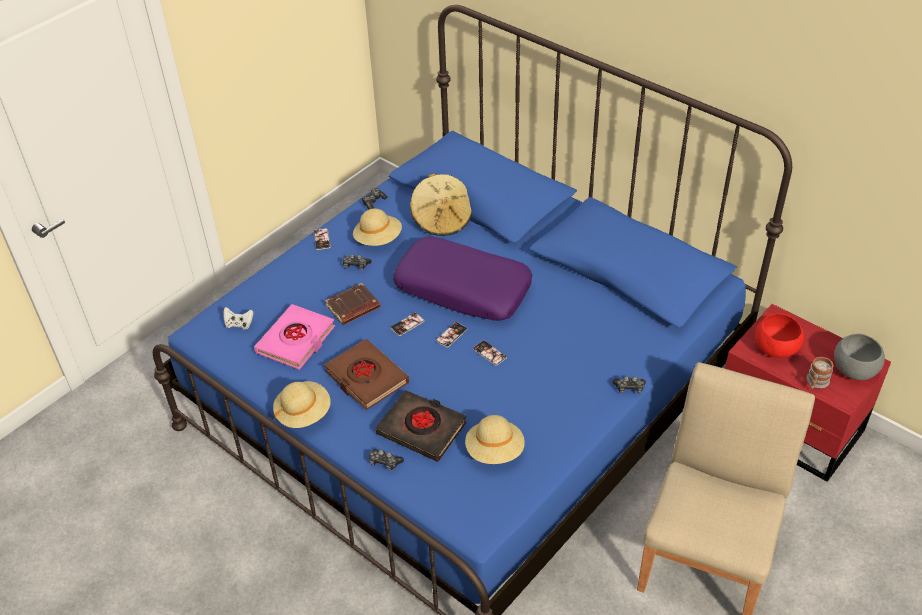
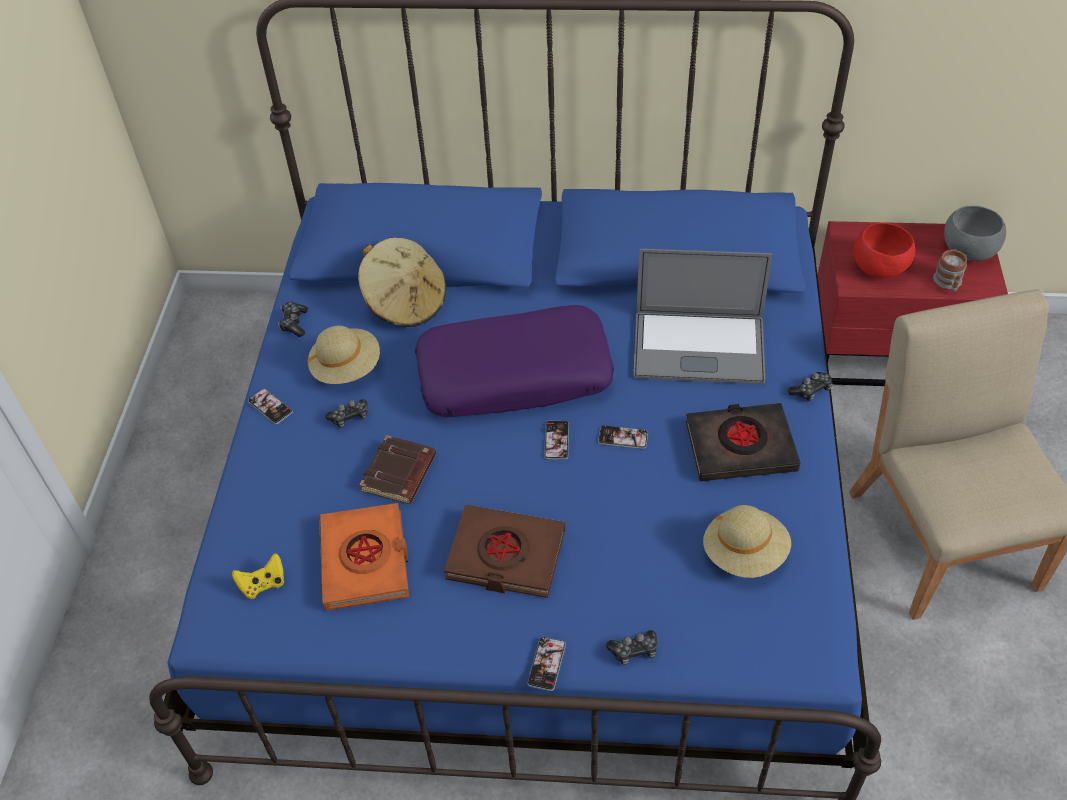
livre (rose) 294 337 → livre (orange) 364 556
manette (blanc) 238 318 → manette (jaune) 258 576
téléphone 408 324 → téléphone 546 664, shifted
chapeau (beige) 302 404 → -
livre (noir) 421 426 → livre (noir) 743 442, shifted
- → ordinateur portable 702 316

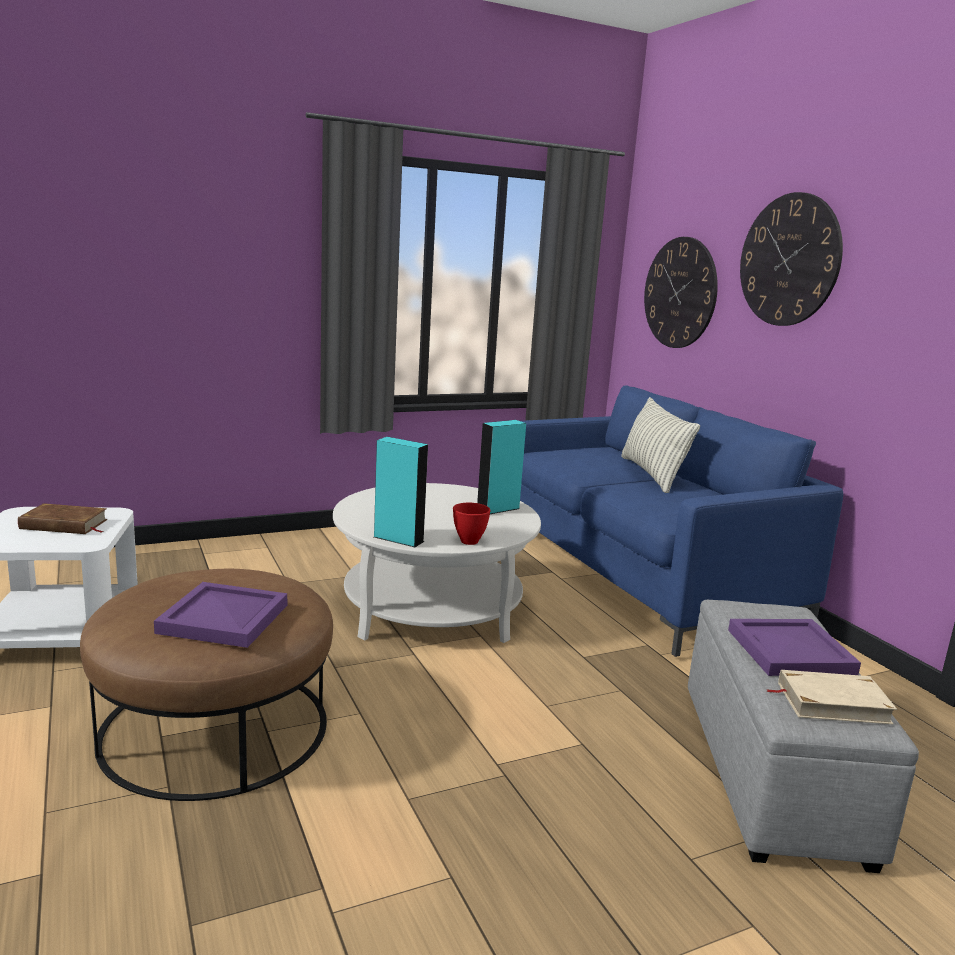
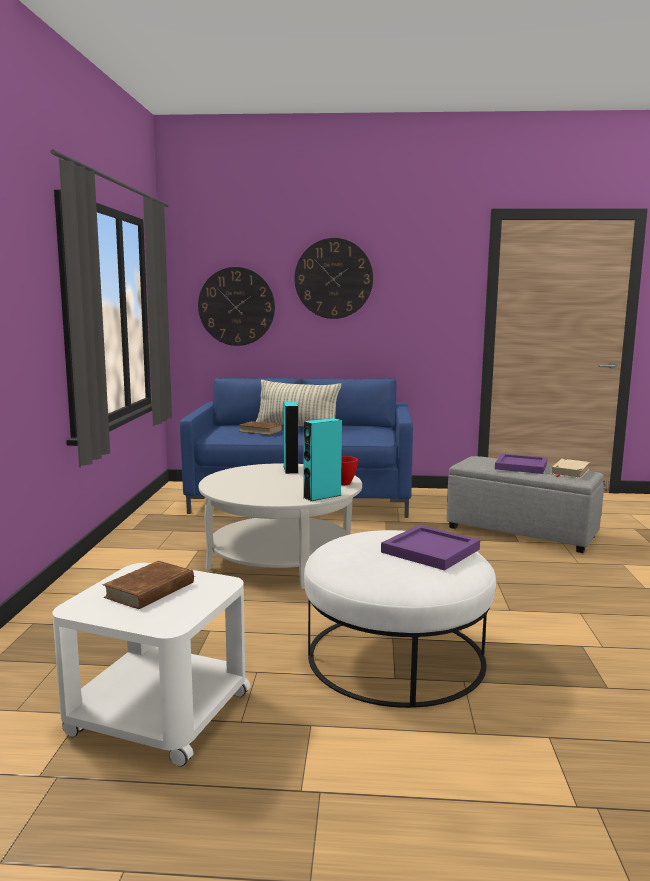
pouf (marron) 206 685 → pouf (blanc) 400 619
- → livre (marron) 260 428

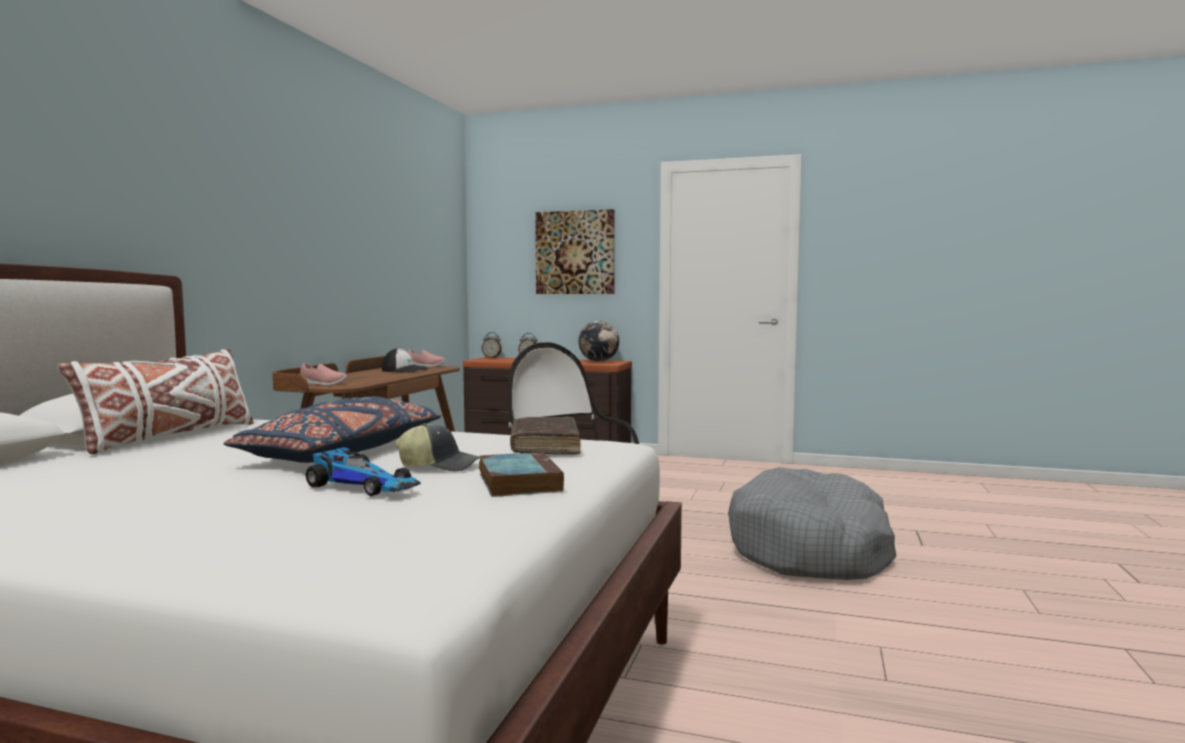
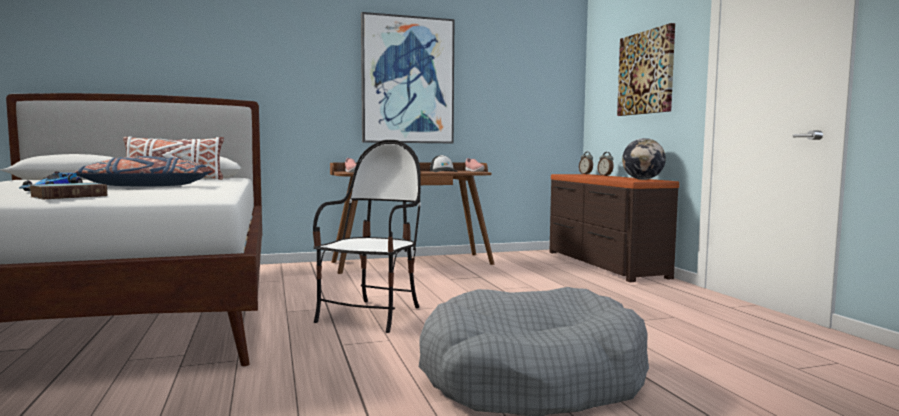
livre (marron) 545 435 → -
casquette 438 447 → -
- → tableau 407 77

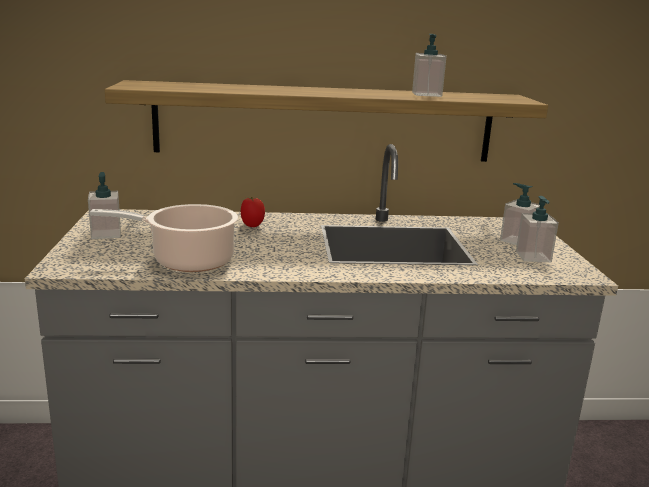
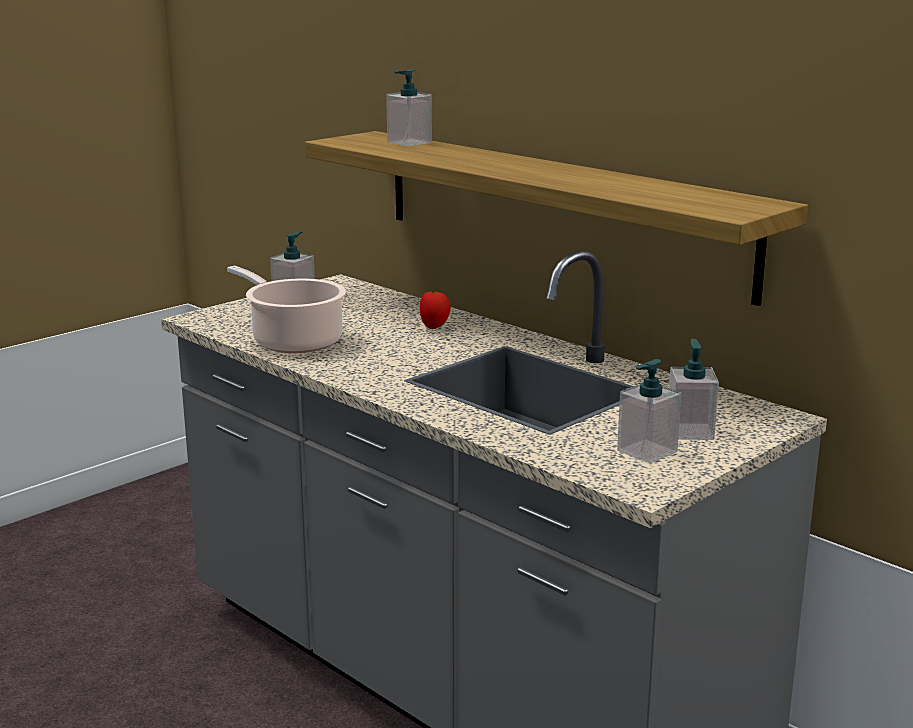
distributeur de savon 429 65 → distributeur de savon 409 107, shifted

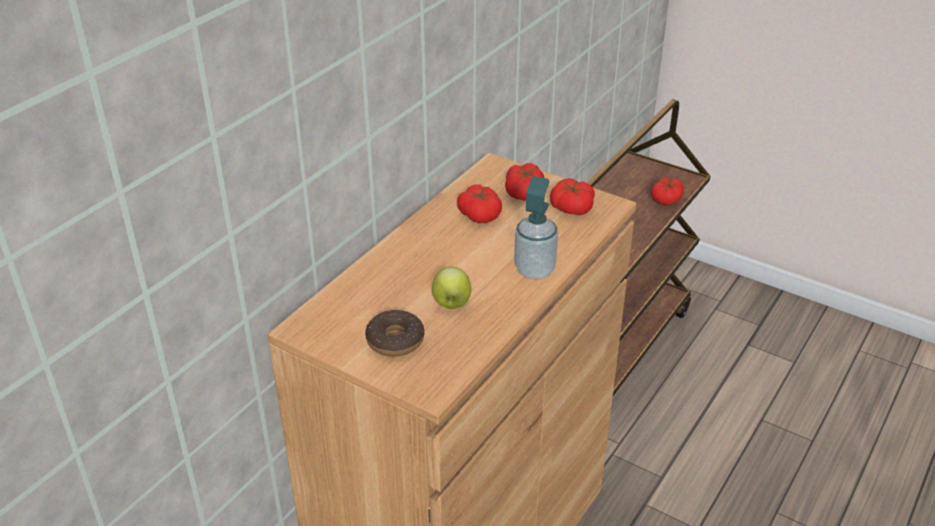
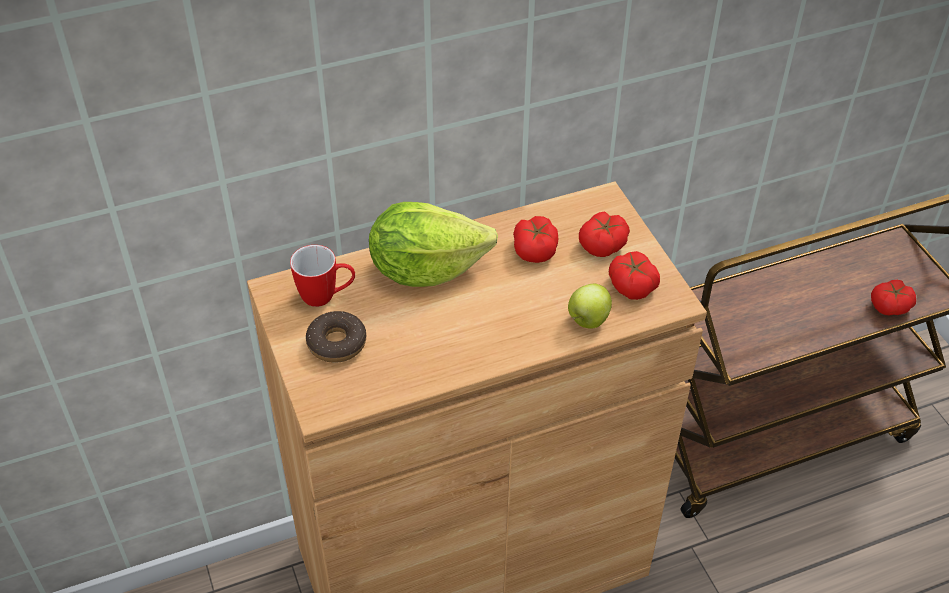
distributeur de savon 536 227 → -
pomme 451 288 → pomme 590 306, shifted
- → laitue 433 244
- → mug 322 276

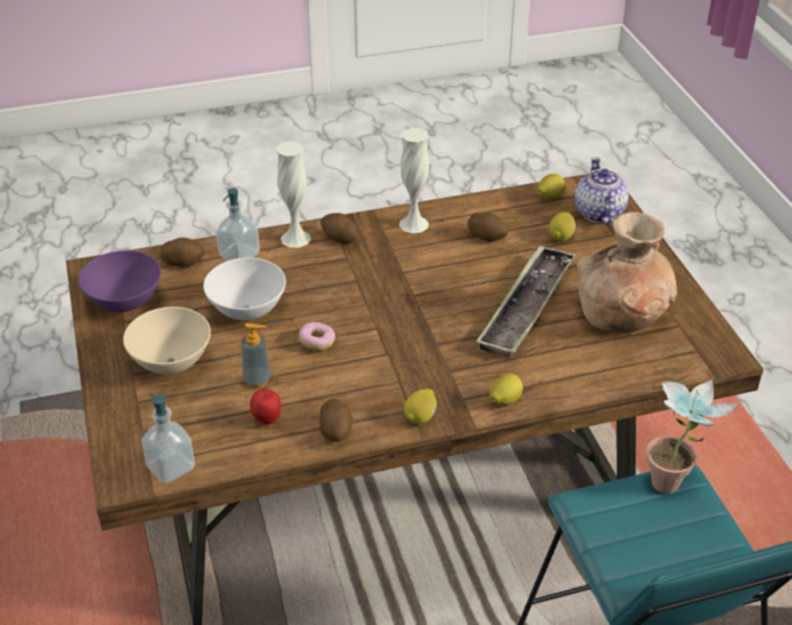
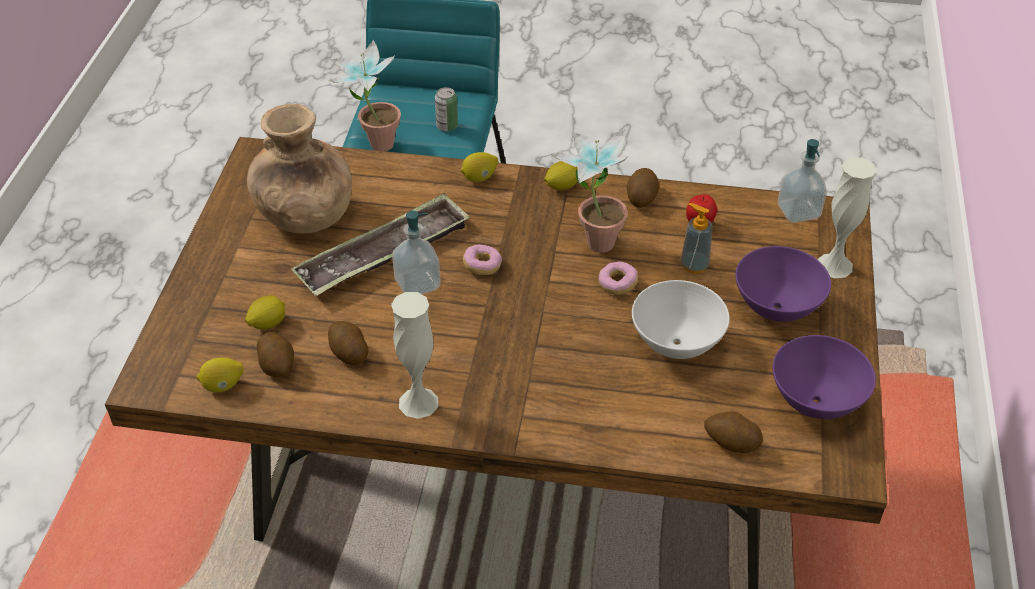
vase (blanc) 293 194 → vase (blanc) 847 217, shifted
théière 602 191 → -
distributeur de savon 238 224 → distributeur de savon 416 253, shifted
pomme de terre 339 228 → pomme de terre 275 354, shifted
bol (beige) 167 340 → bol (violet) 783 284
- → boîte métallique 446 109
- → plante en pot 589 191
- → beignet 482 260

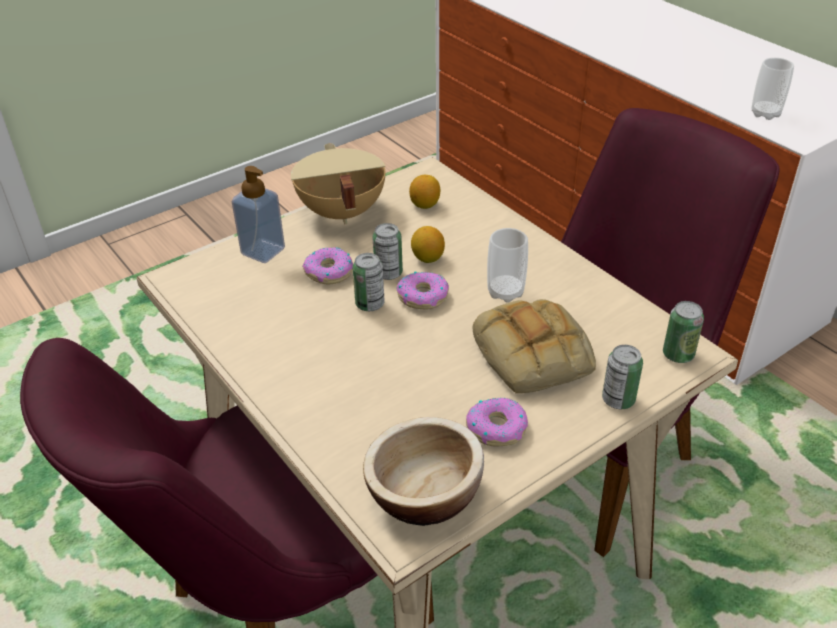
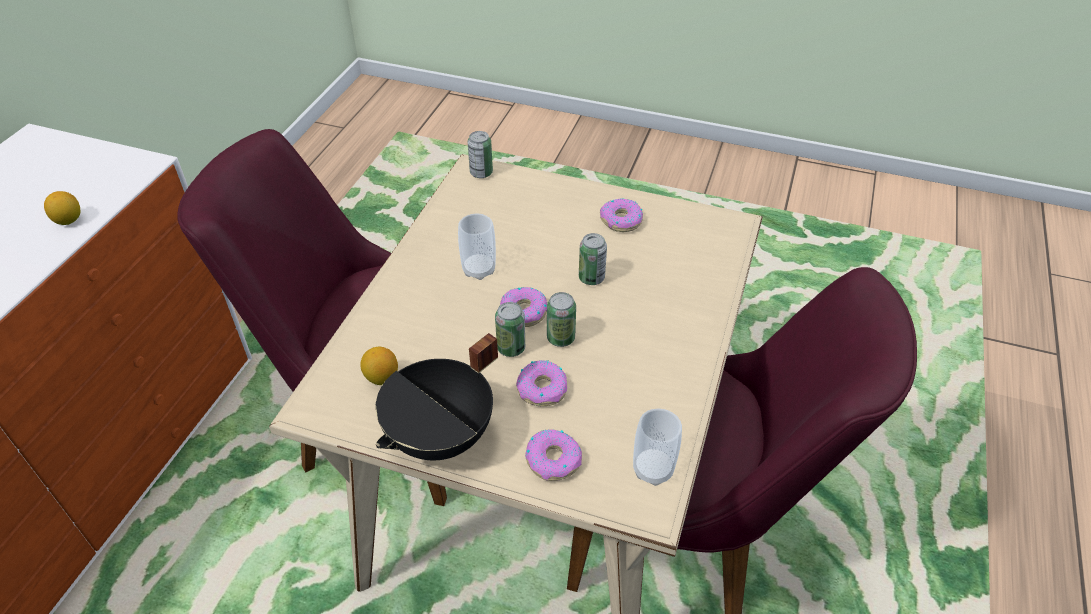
tasse 772 89 → tasse 657 447, shifted
marmite (beige) 338 183 → marmite (noir) 436 396
distributeur de savon 258 214 → beignet 553 455
citron 428 244 → citron 62 208, shifted
pain 534 346 → -
boîte métallique 622 377 → boîte métallique 593 259, shifted
bol 423 471 → -

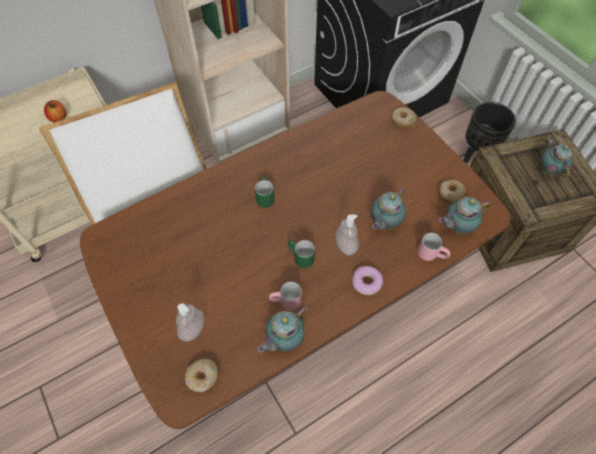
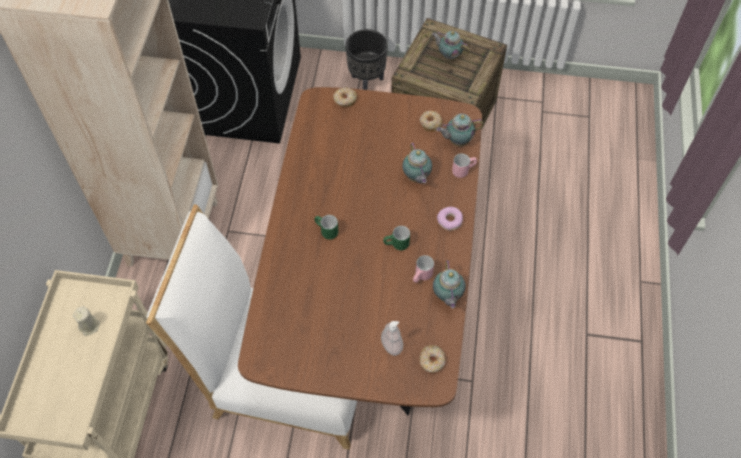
pomme 55 111 → bougie (beige) 86 321
théière 465 216 → théière 460 130, 60 degrees clockwise
distributeur de savon 347 235 → -

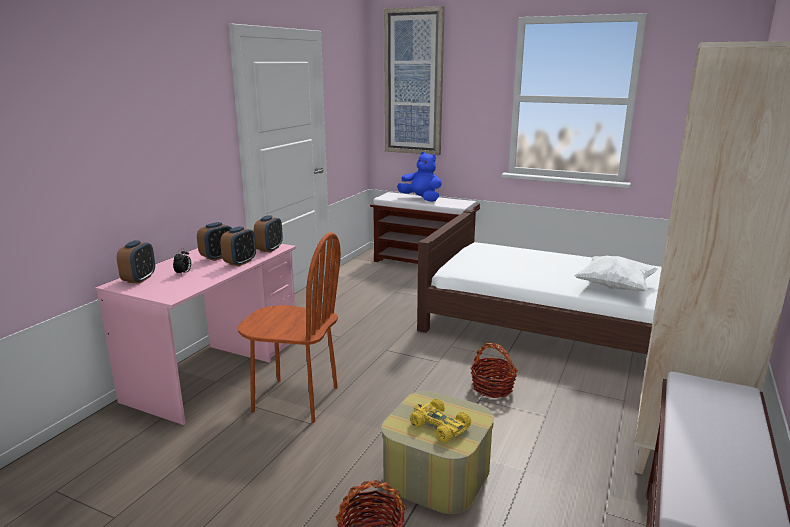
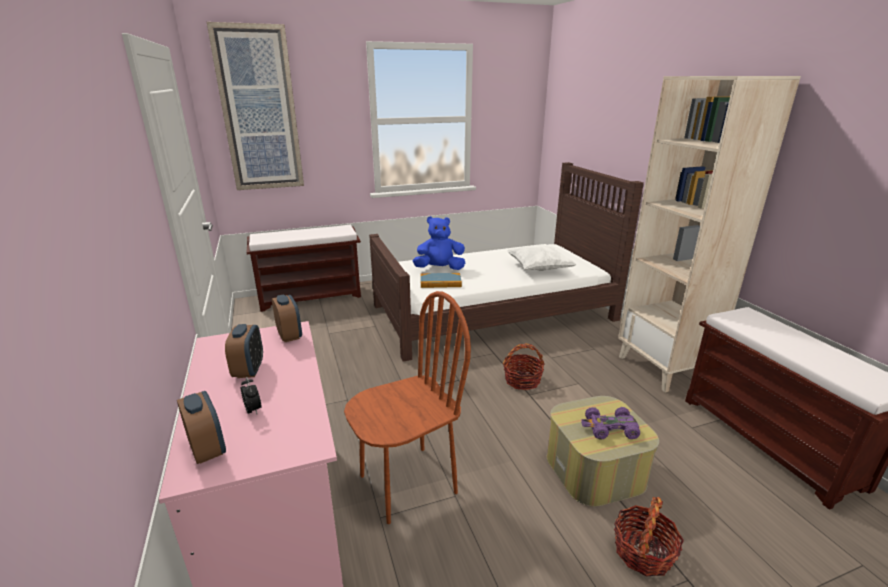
peluche (bleu) 419 177 → peluche (bleu) 439 243, shifted
réveil 238 246 → -
petite voiture (jaune) 440 420 → petite voiture (violet) 610 423
- → livre 441 280

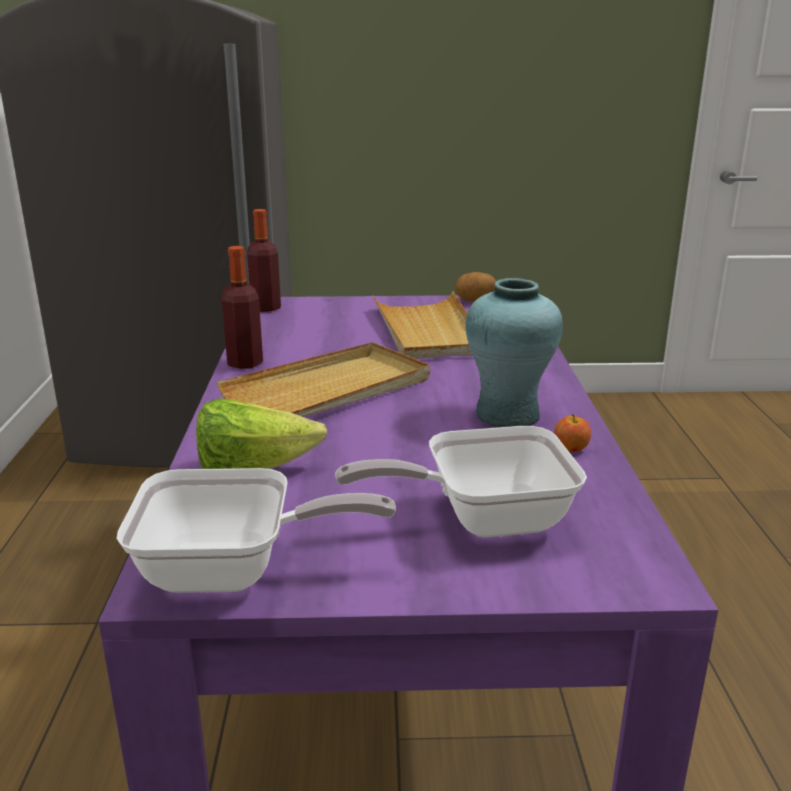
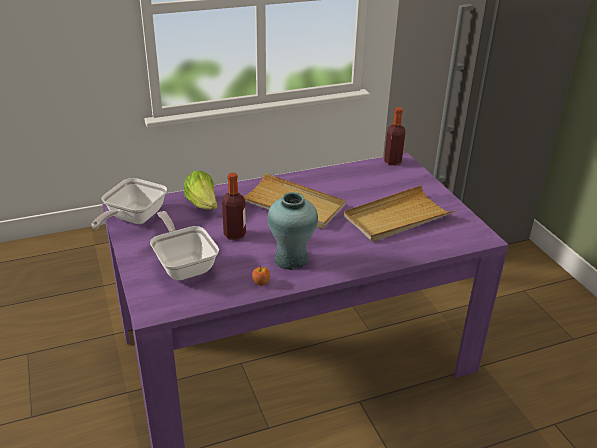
bouteille 242 307 → bouteille 234 206, shifted
pomme de terre 475 287 → -
poêle 256 530 → poêle 129 204, 45 degrees clockwise

